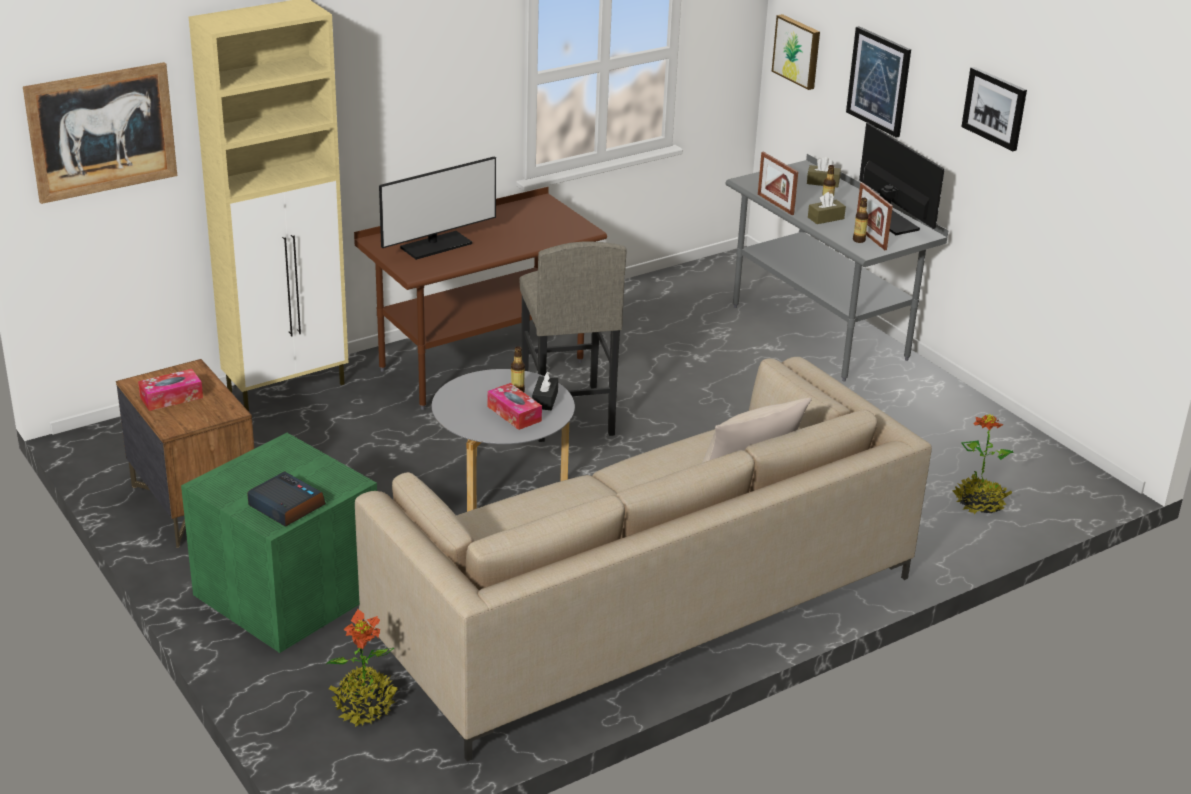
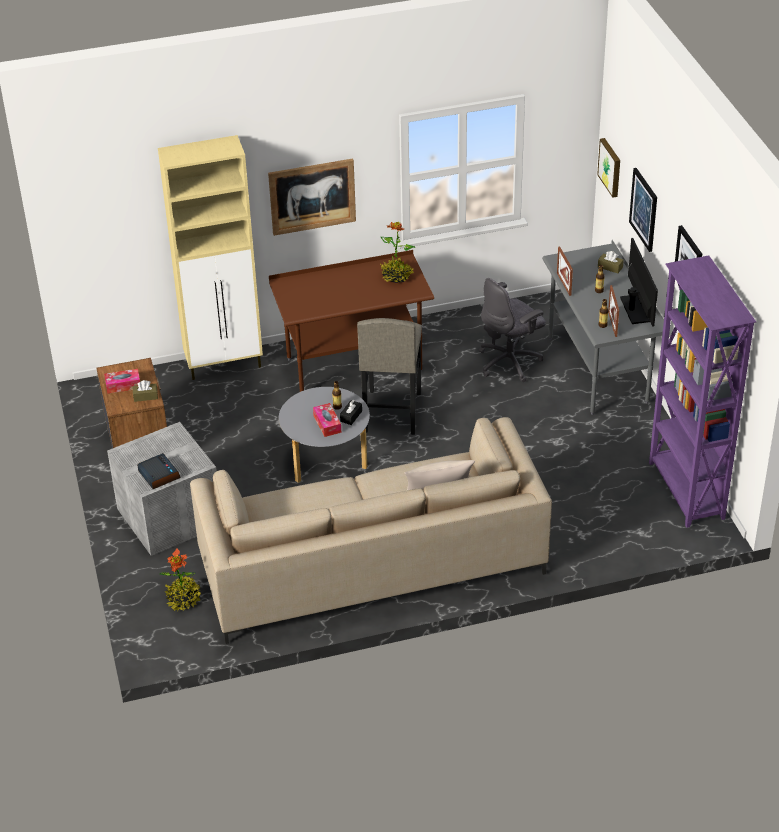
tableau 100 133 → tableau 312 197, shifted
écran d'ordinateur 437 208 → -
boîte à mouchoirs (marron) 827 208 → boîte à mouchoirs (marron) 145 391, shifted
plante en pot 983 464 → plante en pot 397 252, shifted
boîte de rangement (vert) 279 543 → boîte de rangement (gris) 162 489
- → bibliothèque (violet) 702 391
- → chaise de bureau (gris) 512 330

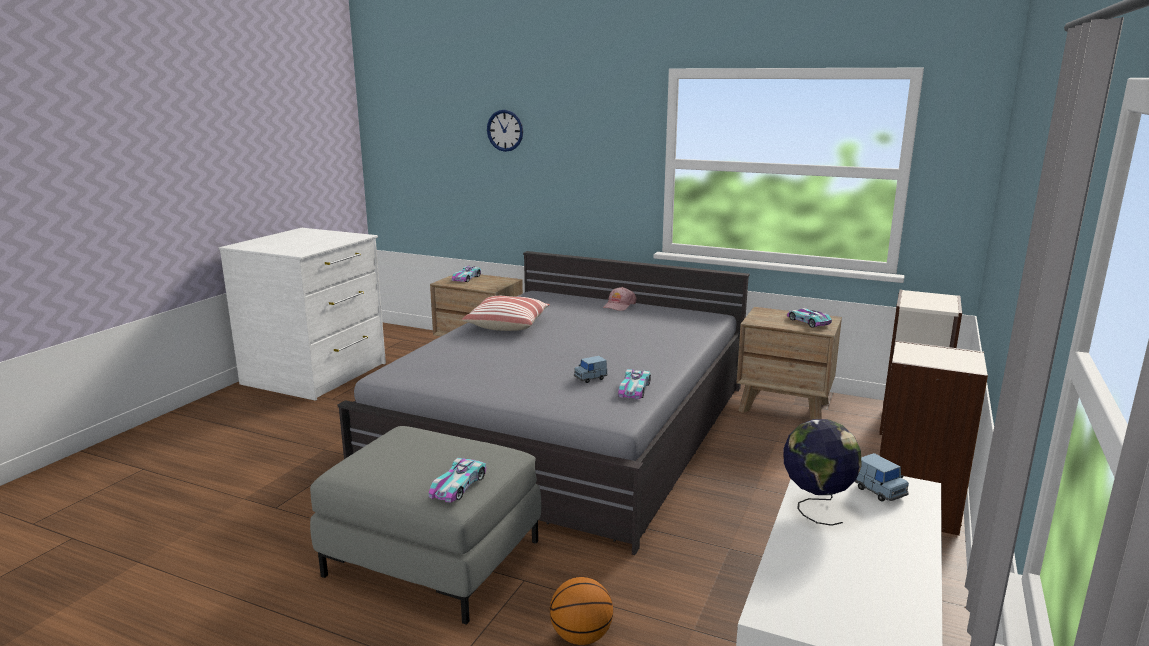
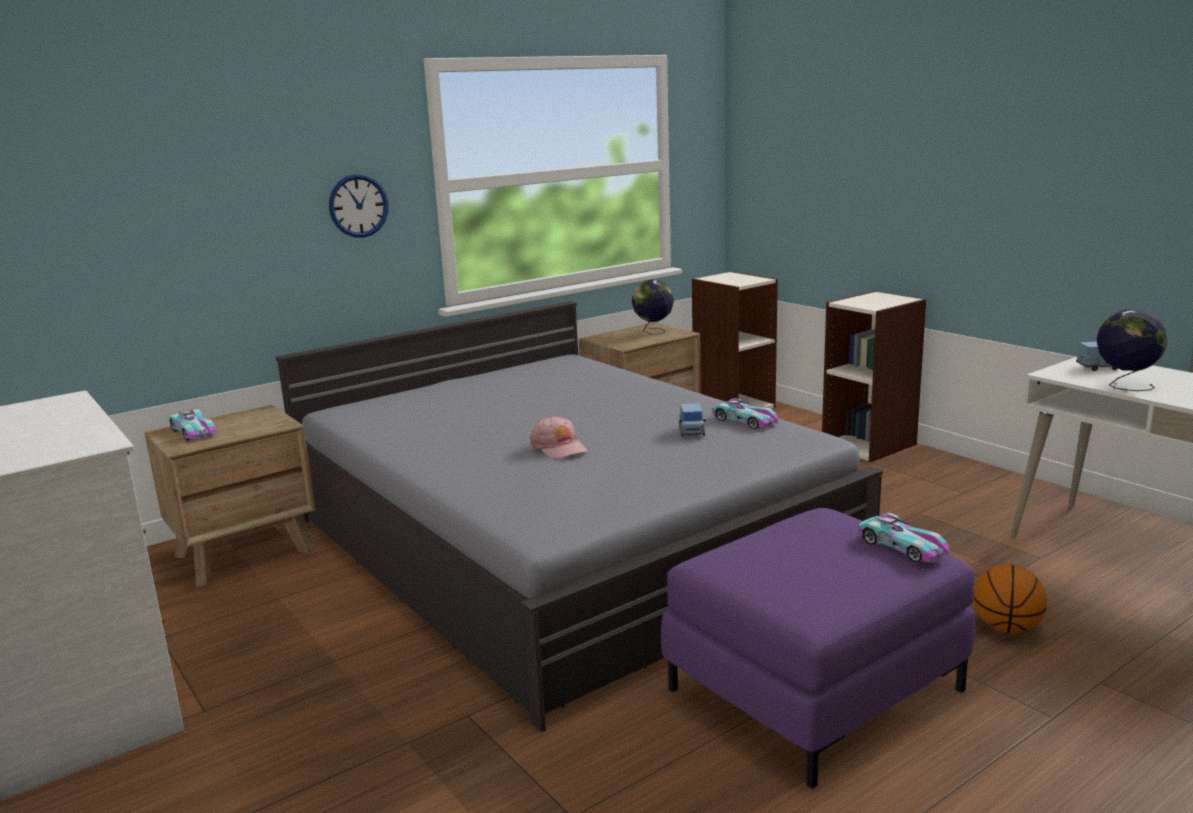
horloge murale 505 131 → horloge murale 359 206, shifted
casquette (rose) 620 299 → casquette (rose) 558 437, shifted
coussin 506 313 → -
petite voiture 809 318 → globe 653 307
pouf (gris) 425 525 → pouf (violet) 818 648

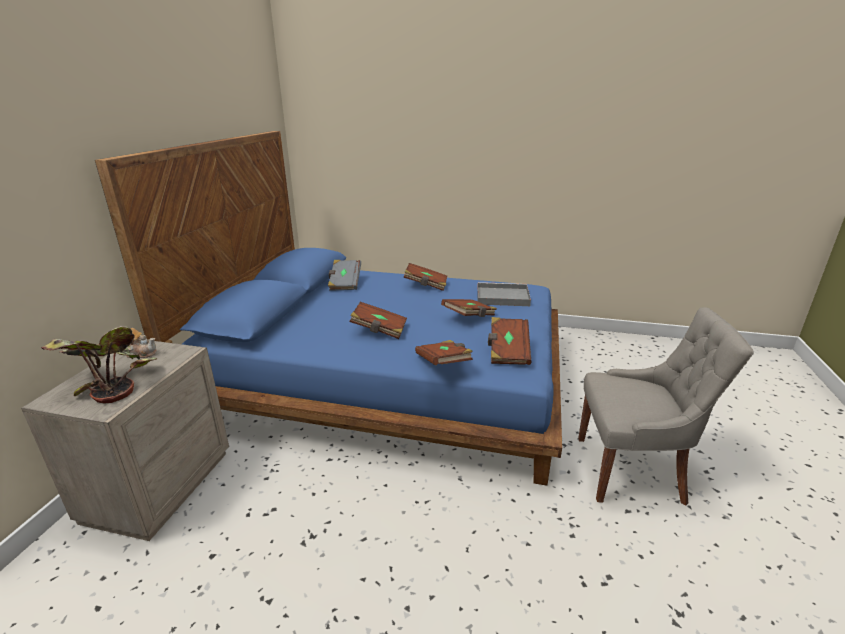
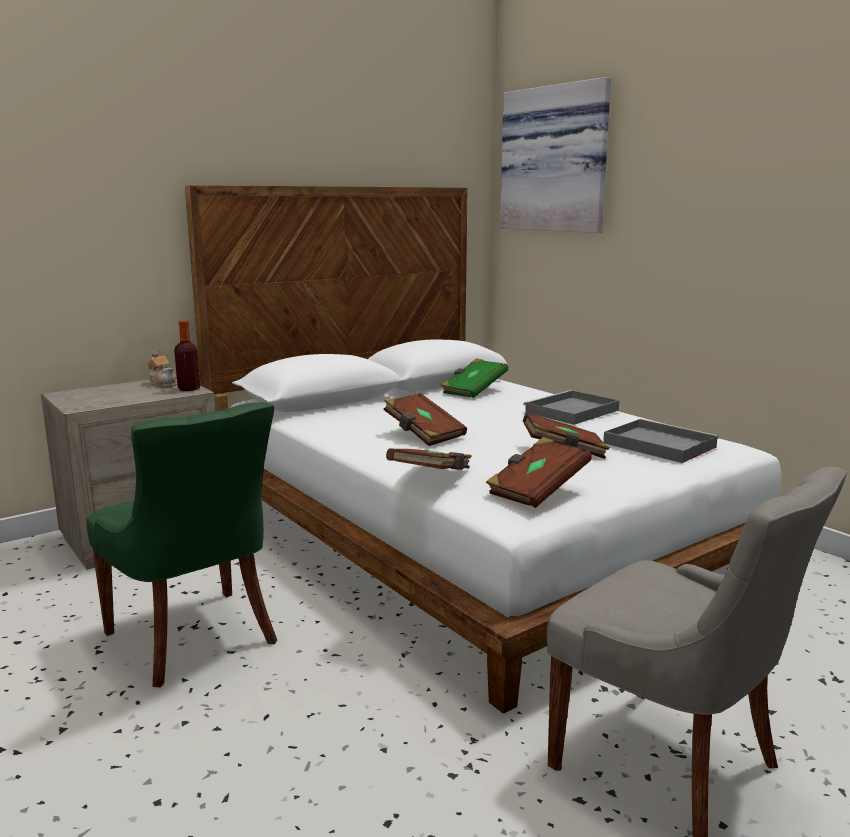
lit (bleu) 328 308 → lit (blanc) 483 449
livre (gris) 344 275 → livre (vert) 474 378
livre (marron) 425 277 → plateau (gris) 571 407
plante en pot 99 365 → -
- → tableau 555 155
- → bouteille 187 355
- → chaise (vert) 181 544

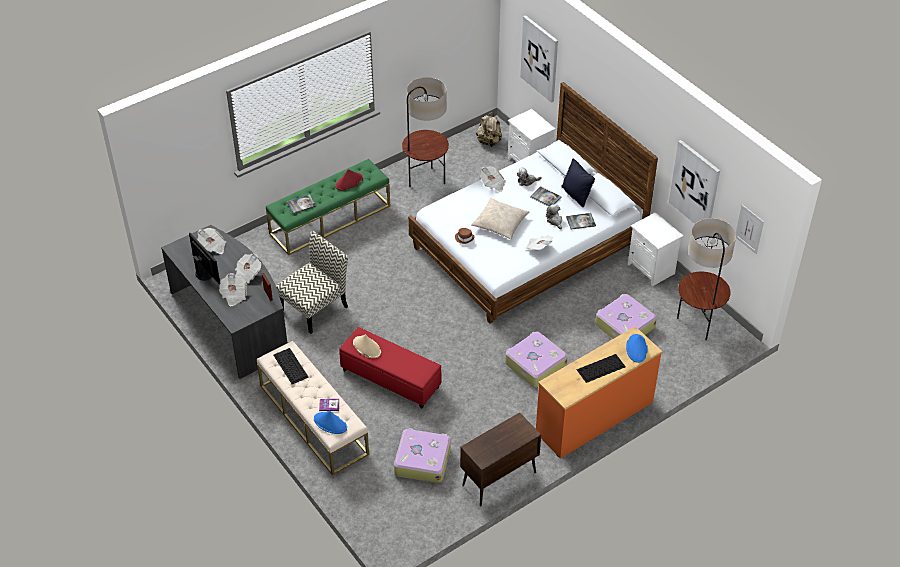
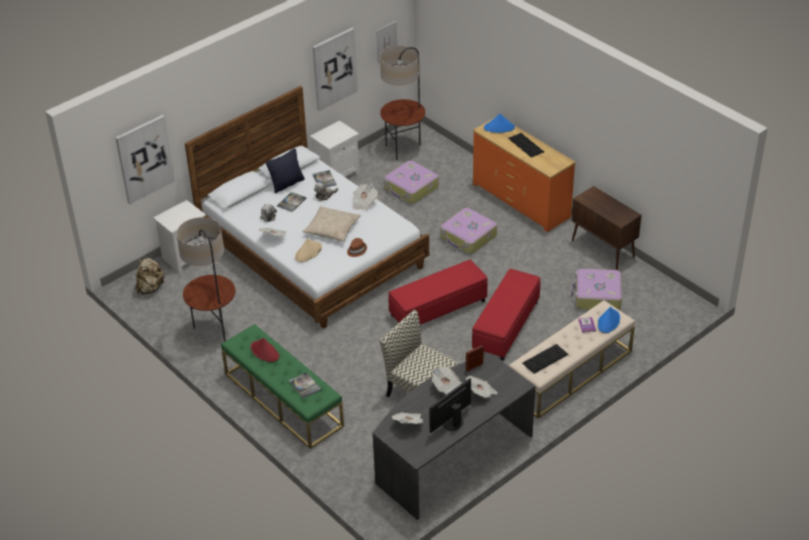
chapeau (beige) 367 346 → chapeau (beige) 308 250, shifted
- → pouf (rouge) 438 292

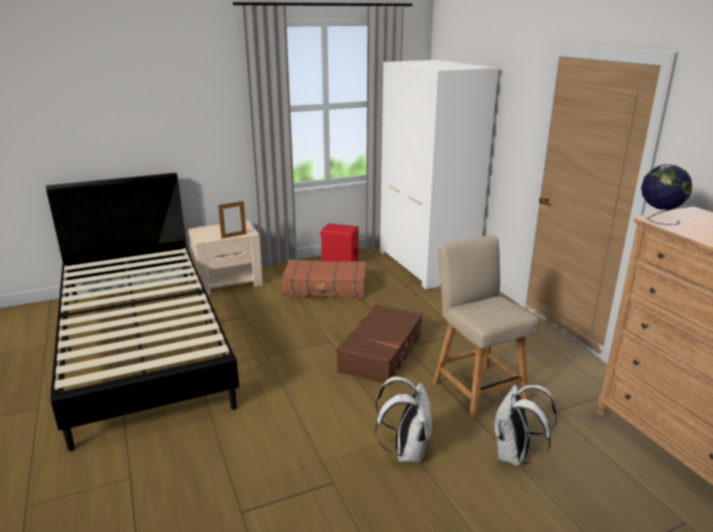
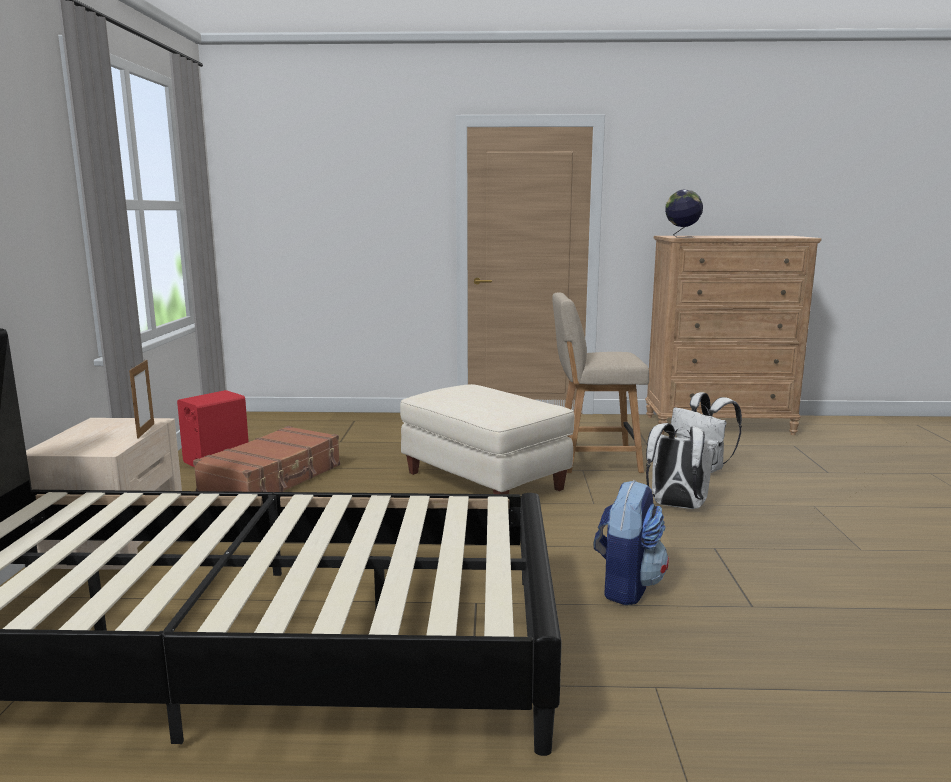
armoire (blanc) 439 175 → -
valise (marron) 379 344 → pouf (beige) 487 439
- → sac à dos 631 542

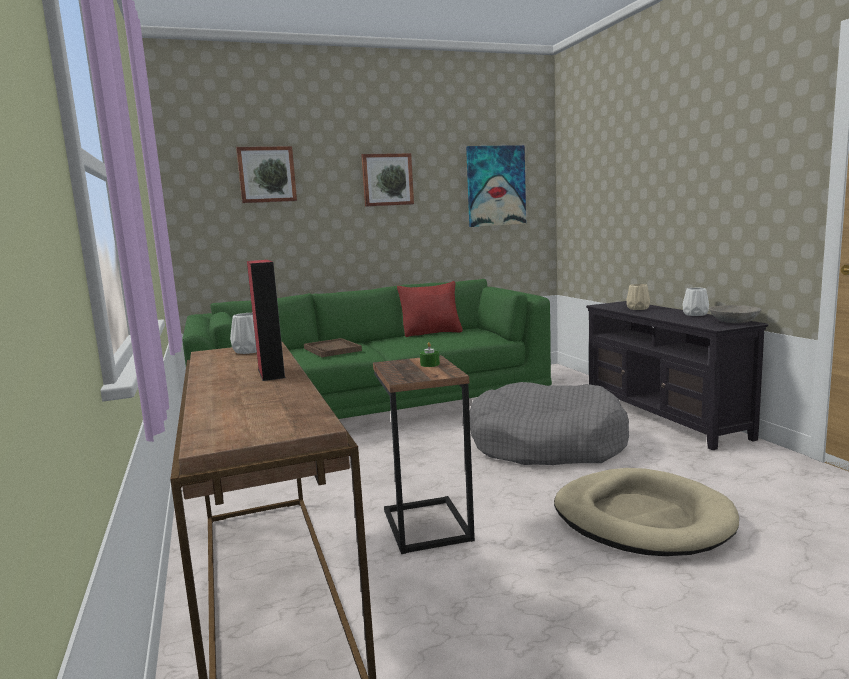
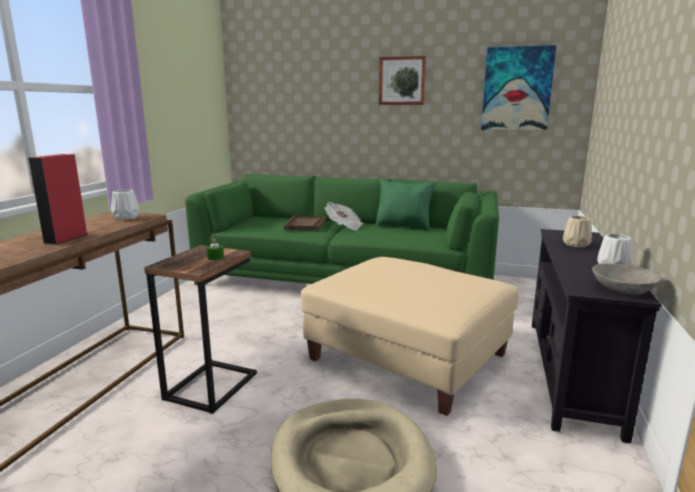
tableau 266 174 → -
coussin (rouge) 430 309 → coussin (vert) 406 205
panier pour chien (gris) 549 423 → pouf (beige) 410 336
- → journal 343 216

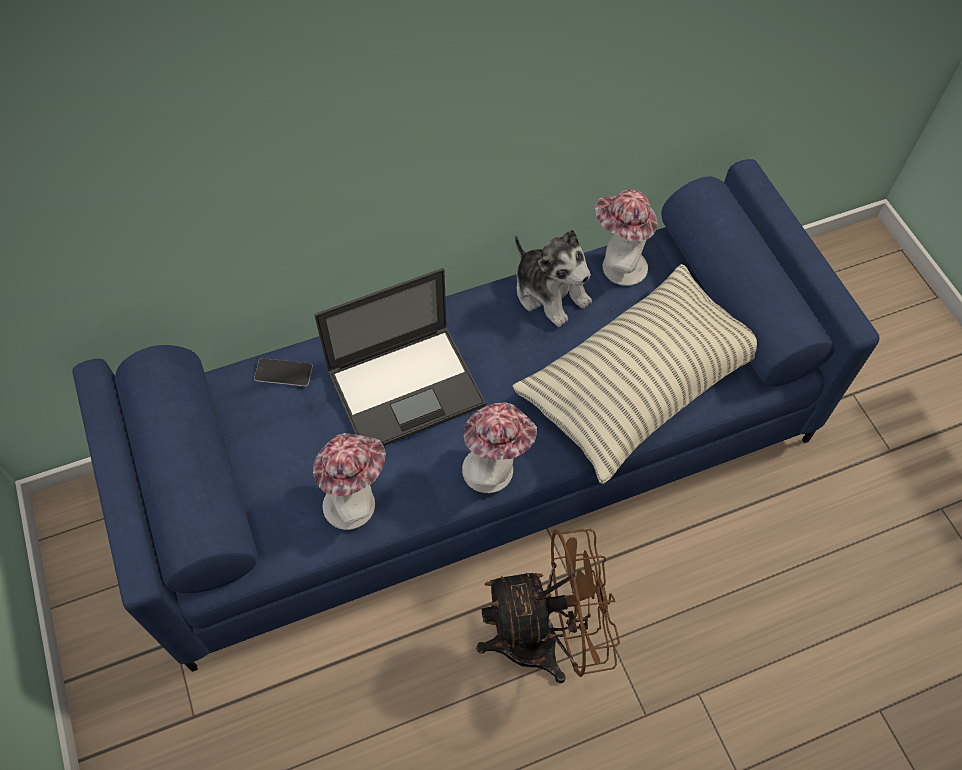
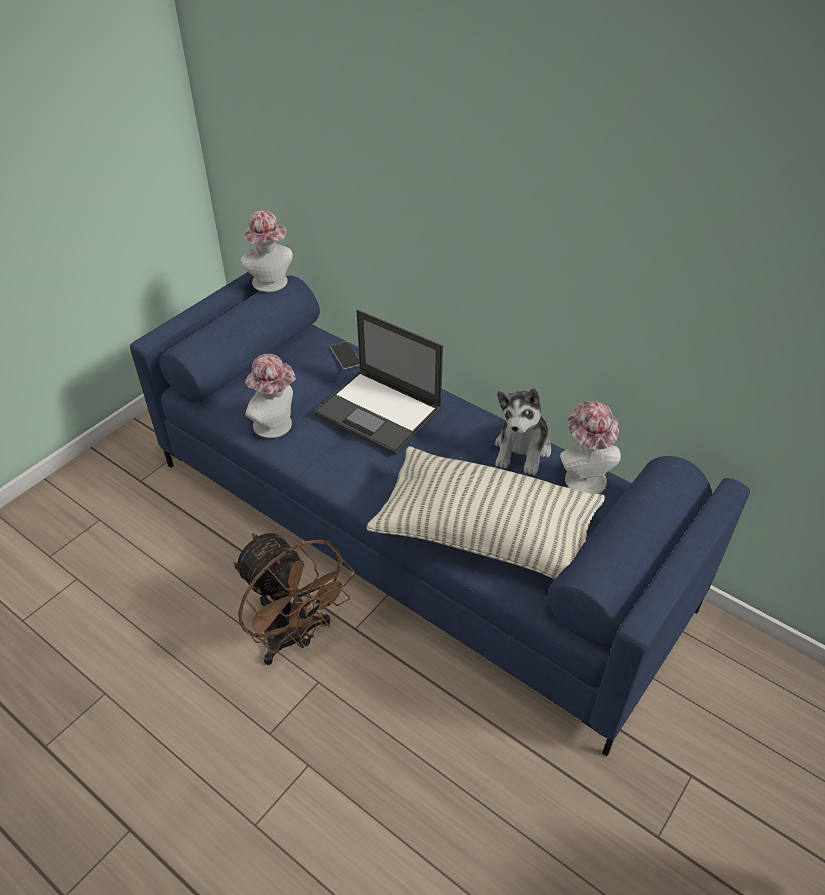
chapeau 499 447 → chapeau 267 251, shifted

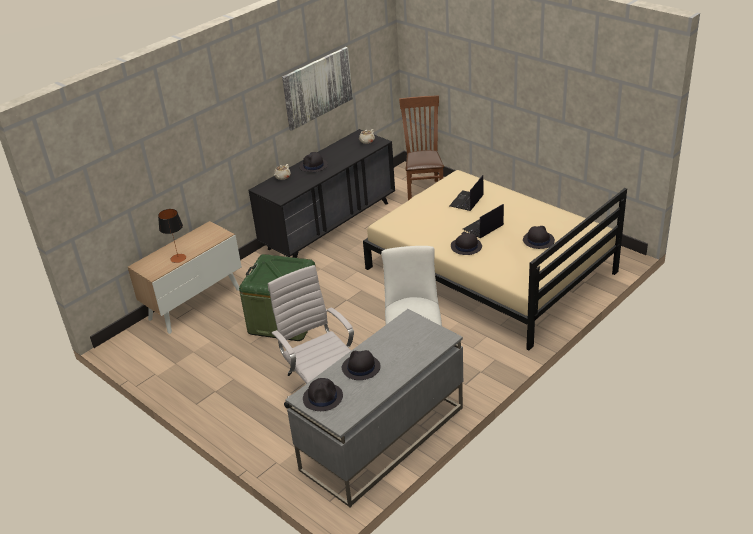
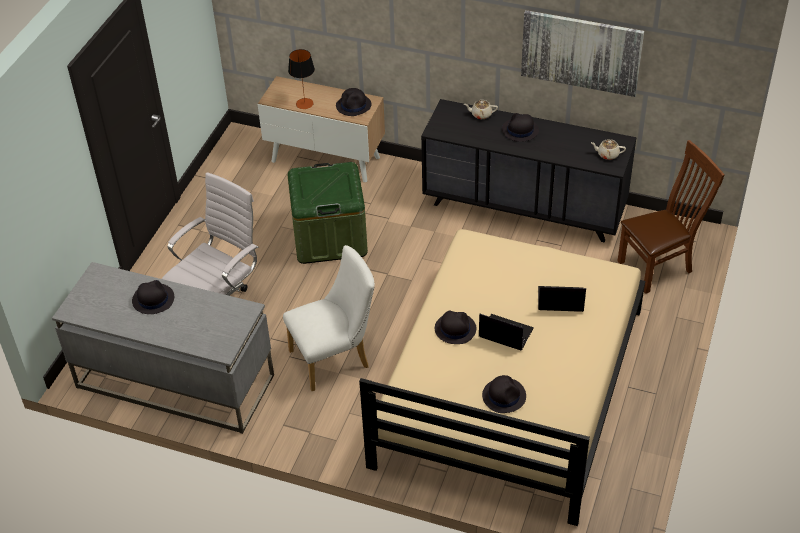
chapeau (noir) 323 394 → chapeau (noir) 353 102, shifted

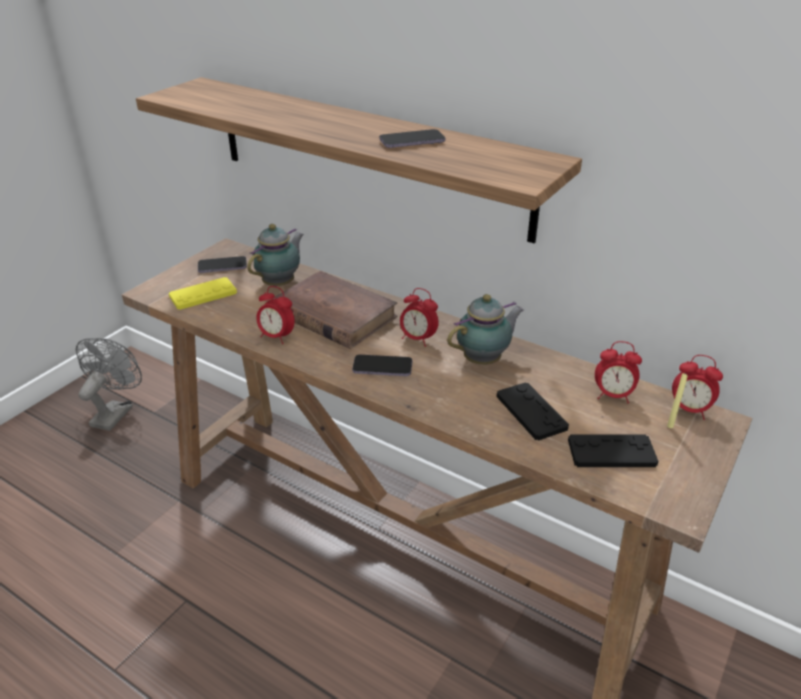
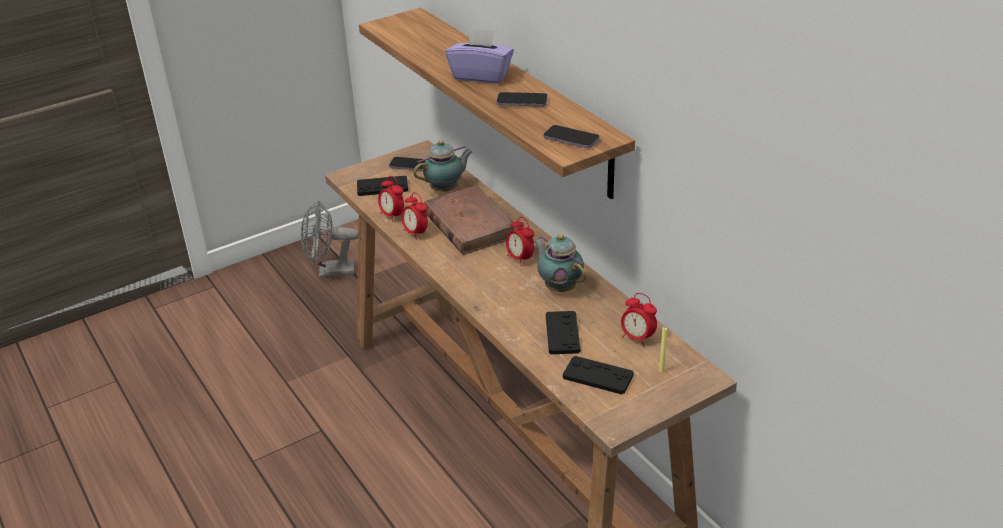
manette (jaune) 203 293 → manette (noir) 382 186
théière 485 329 → théière 559 263, 120 degrees counterclockwise
ventilateur (gris) 109 384 → ventilateur (gris) 330 239, 135 degrees counterclockwise
téléphone 382 365 → téléphone 571 136, shifted
réveil 697 387 → réveil 391 199, shifted
- → boîte à mouchoirs (violet) 479 56

